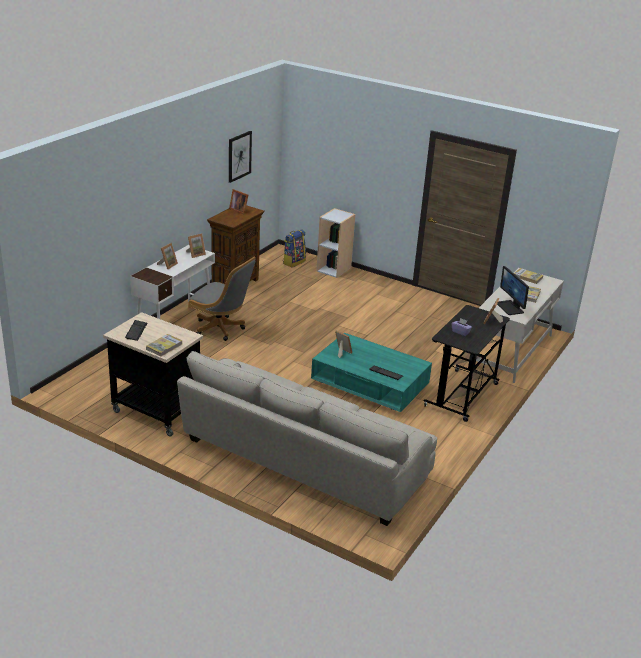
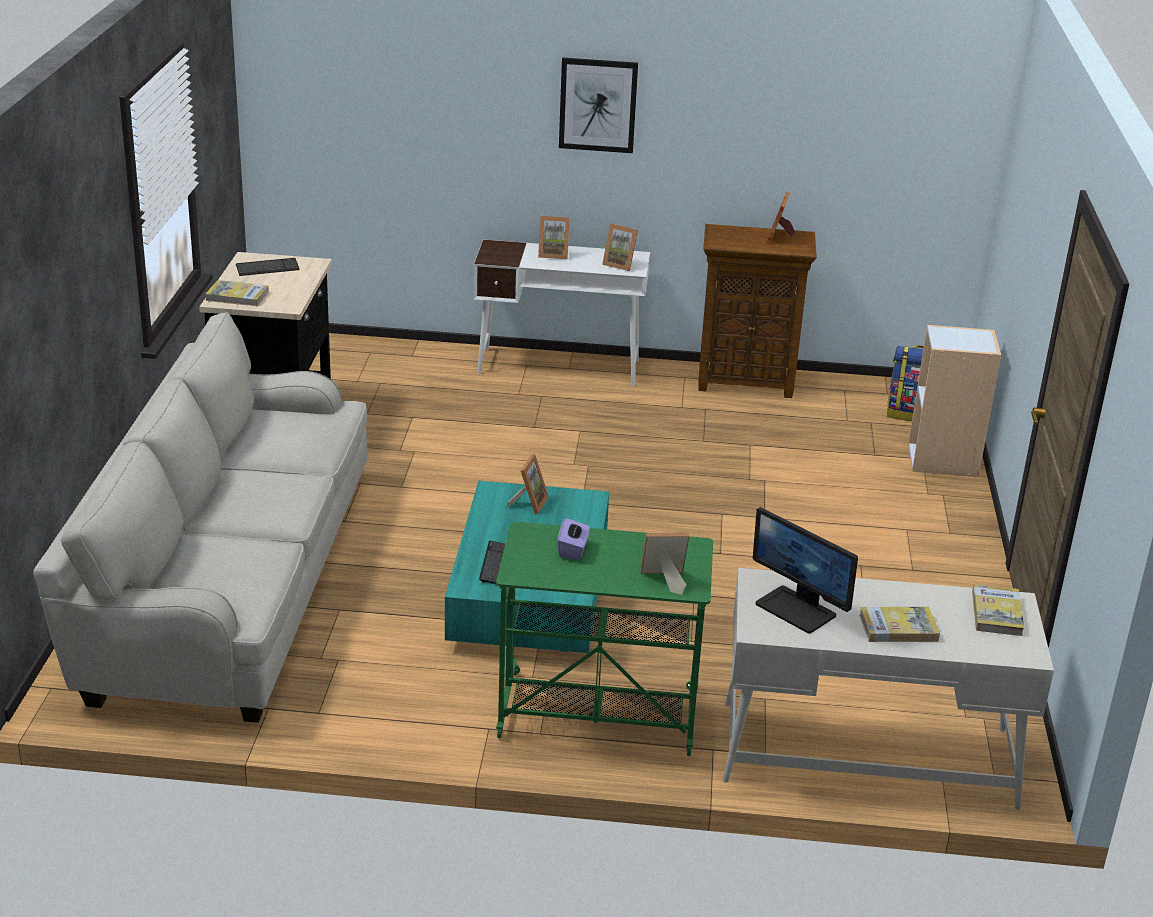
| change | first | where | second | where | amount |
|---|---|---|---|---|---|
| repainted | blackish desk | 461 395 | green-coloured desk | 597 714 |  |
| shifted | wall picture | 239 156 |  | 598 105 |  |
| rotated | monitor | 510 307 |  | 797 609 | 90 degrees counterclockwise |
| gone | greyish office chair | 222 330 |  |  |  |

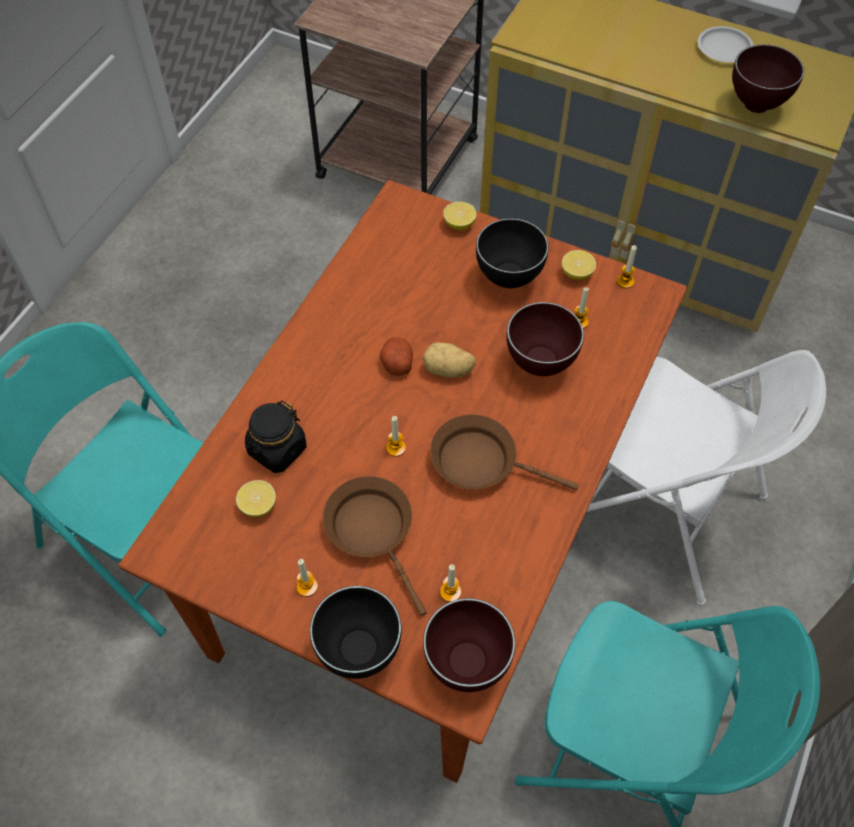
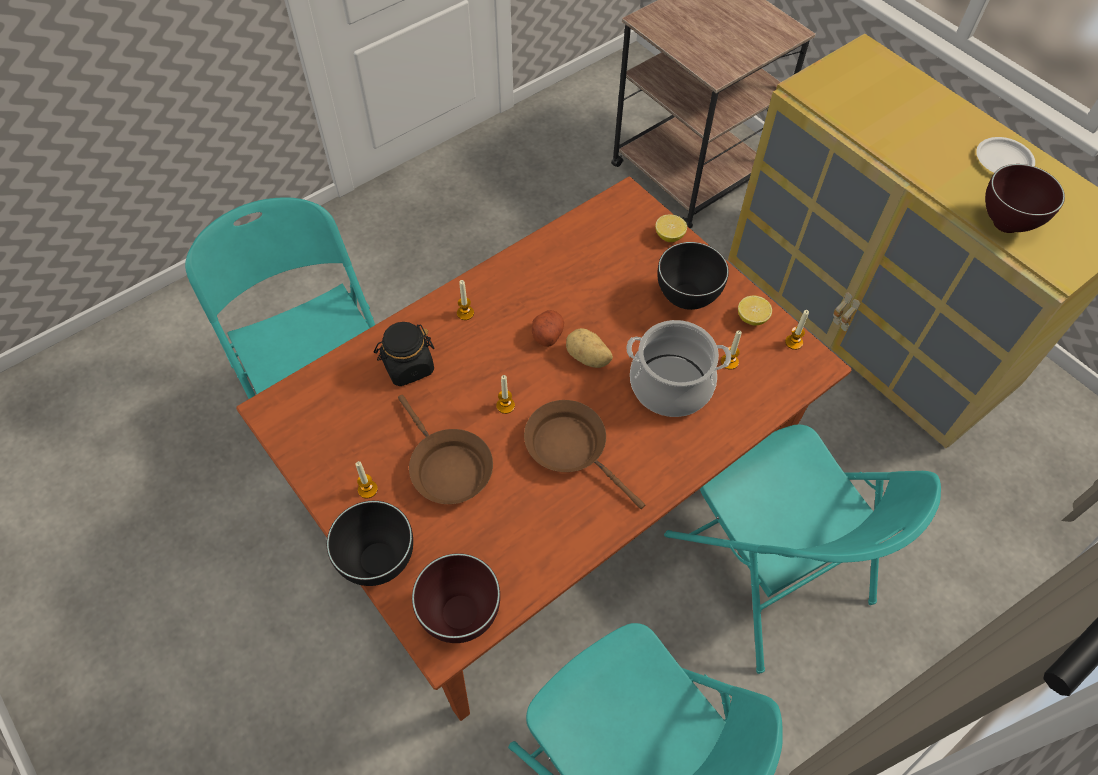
| change | first | where | second | where | amount |
|---|---|---|---|---|---|
| rotated | brown skillet | 373 531 |  | 447 467 | 150 degrees clockwise |
| shifted | candle | 450 592 |  | 465 313 |  |
| swapped | brown serving bowl | 539 365 | saucepot | 670 385 |  |
| repainted | white-coloured chair | 660 507 | turquoise-coloured chair | 767 568 |  |
| gone | lemon | 258 506 |  |  |  |

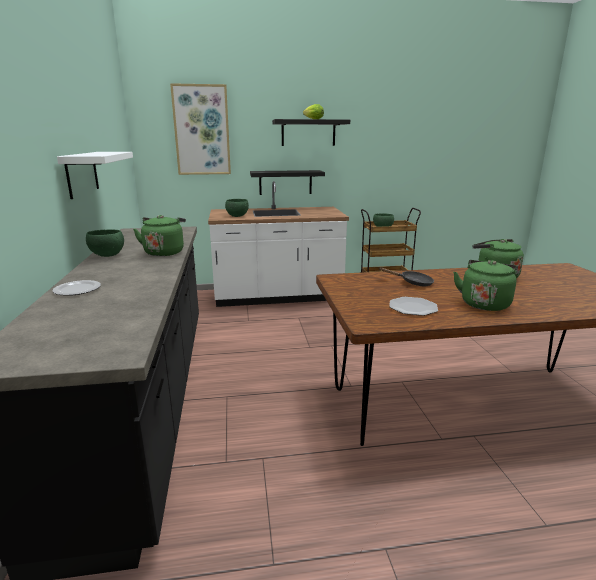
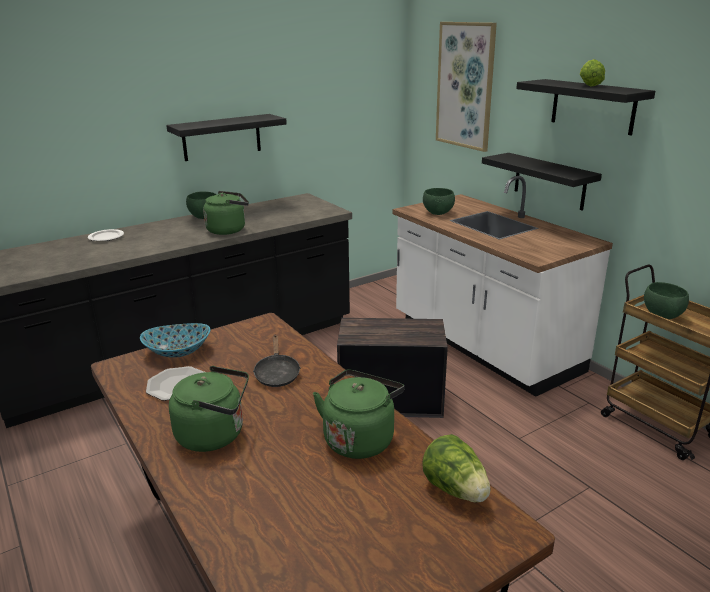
| change | first | where | second | where | amount |
|---|---|---|---|---|---|
| new |  |  | serving bowl | 178 352 |  |
| repainted | white-coloured wall shelf | 82 173 | blackish wall shelf | 222 137 |  |
| new |  |  | crate | 392 399 |  |
| new |  |  | lettuce | 455 490 |  |

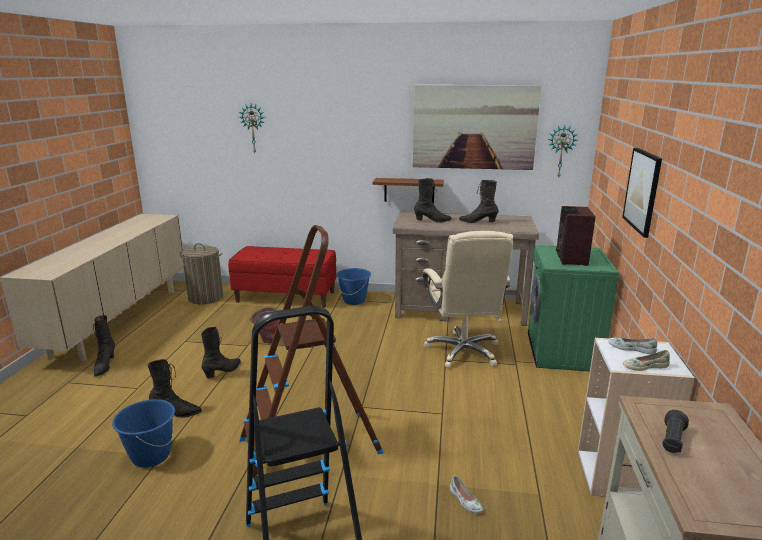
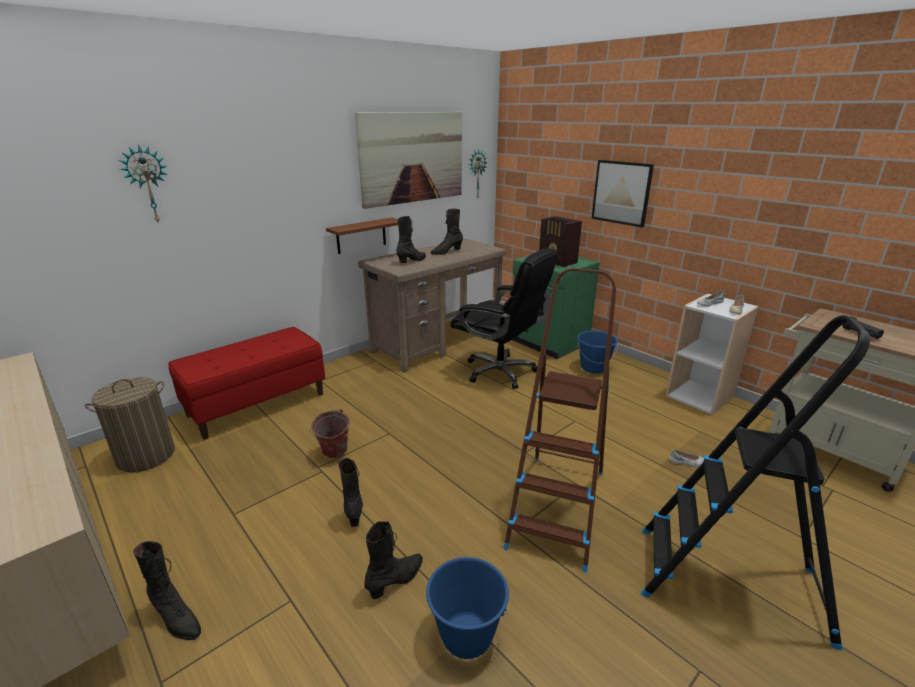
| change | first | where | second | where | amount |
|---|---|---|---|---|---|
| repainted | sand-coloured office chair | 462 350 | blackish office chair | 498 371 |  |
| shifted | bluish water bucket | 354 300 |  | 593 368 |  |

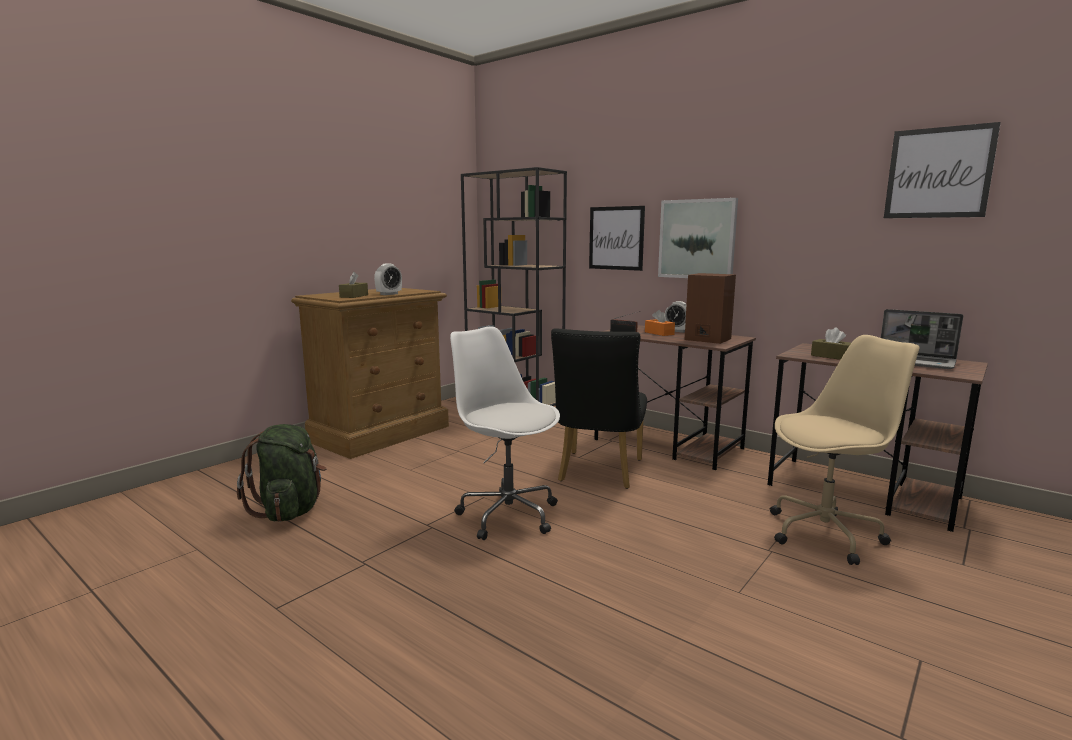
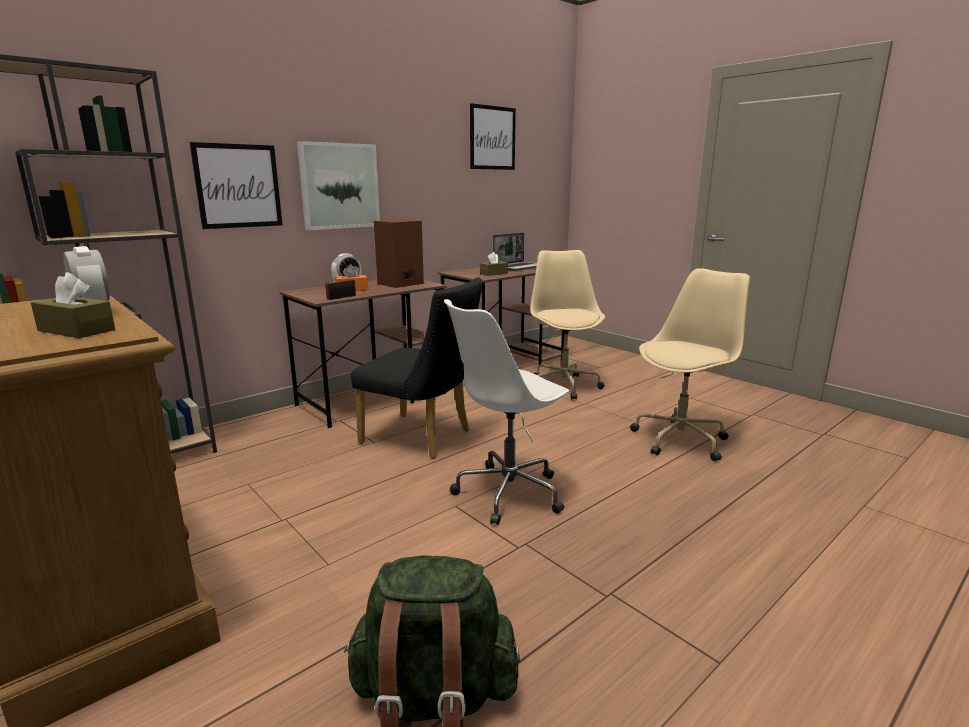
| change | first | where | second | where | amount |
|---|---|---|---|---|---|
| new |  |  | sand-coloured office chair | 680 440 |  |

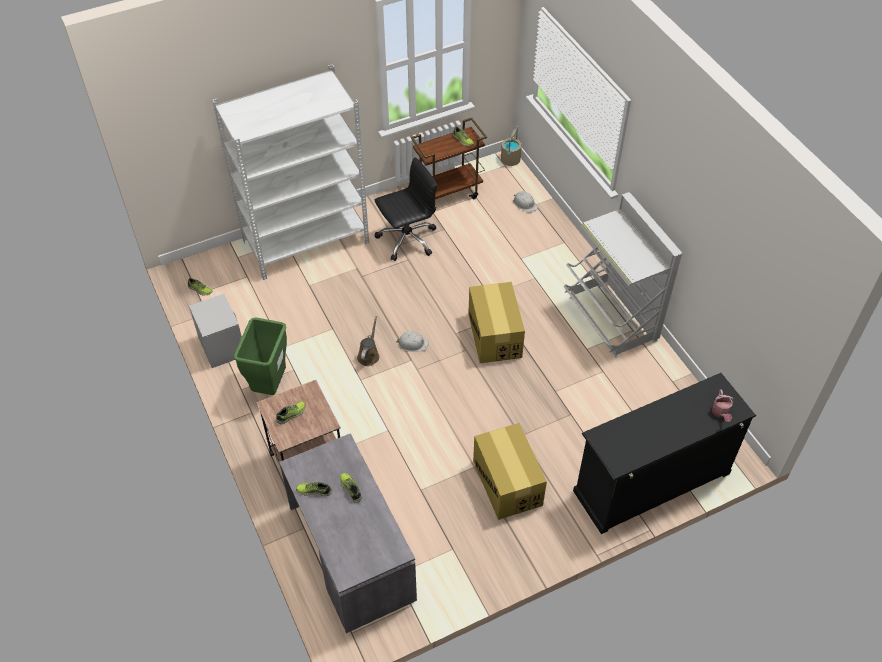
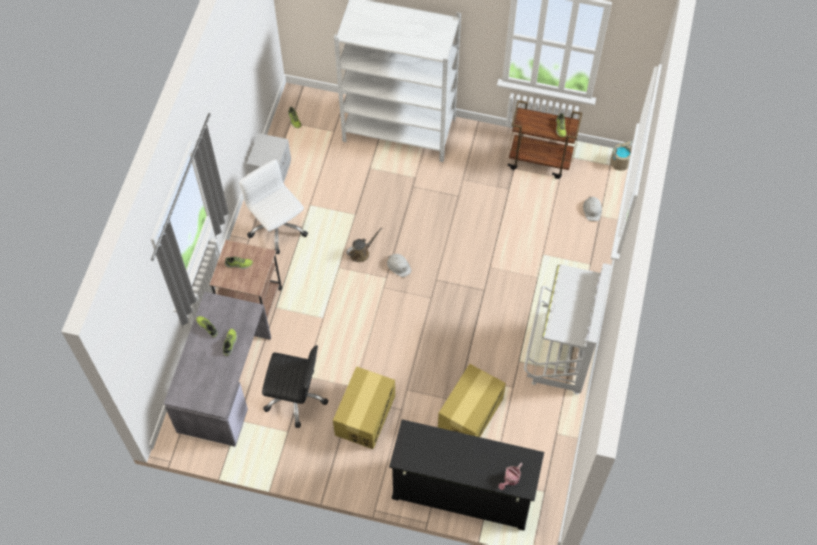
| change | first | where | second | where | amount |
|---|---|---|---|---|---|
| swapped | green-coloured trash can | 270 385 | white-coloured office chair | 277 227 |  |
| shifted | blackish office chair | 407 239 |  | 295 397 |  |
| shifted | packing box | 494 335 |  | 470 413 |  |

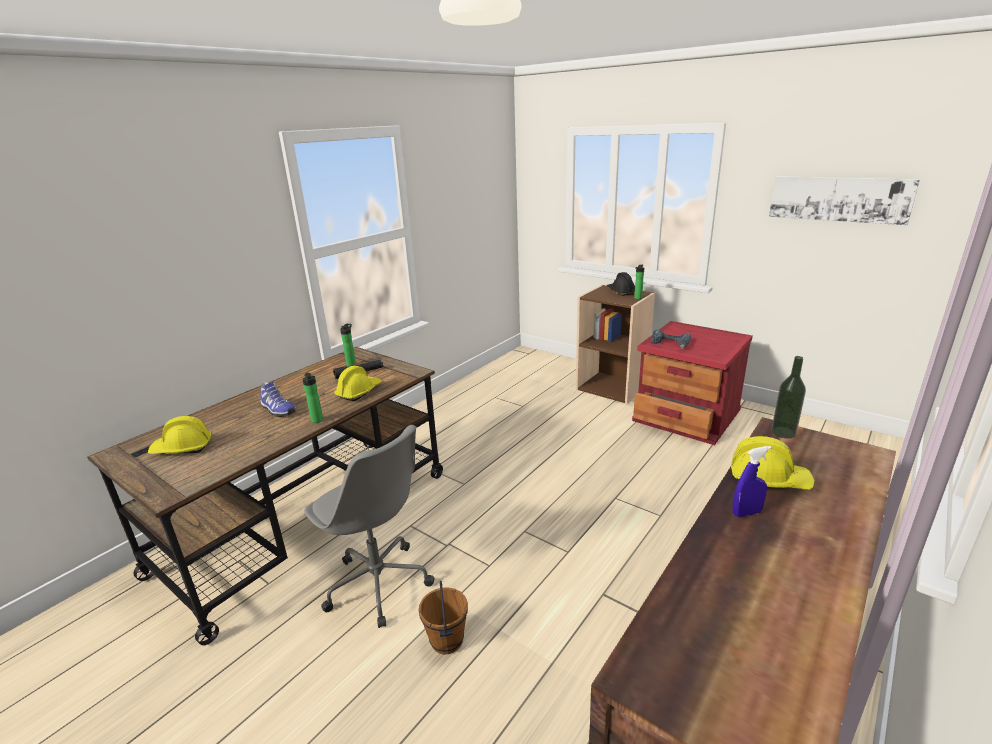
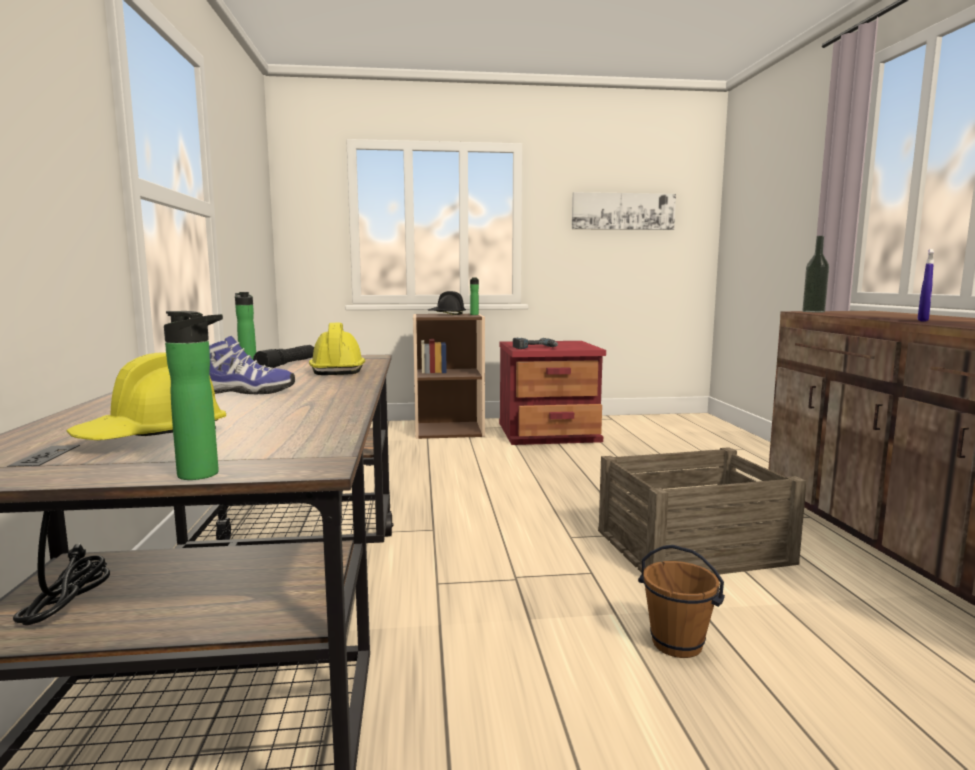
| change | first | where | second | where | amount |
|---|---|---|---|---|---|
| shifted | drink bottle | 317 421 |  | 203 475 |  |
| new |  |  | crate | 693 547 |  |
| gone | greyish office chair | 380 585 |  |  |  |
| gone | yellowish work helmet | 768 479 |  |  |  |

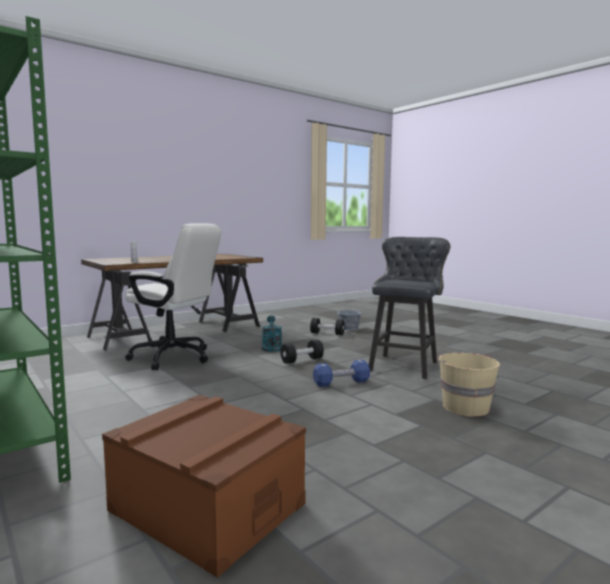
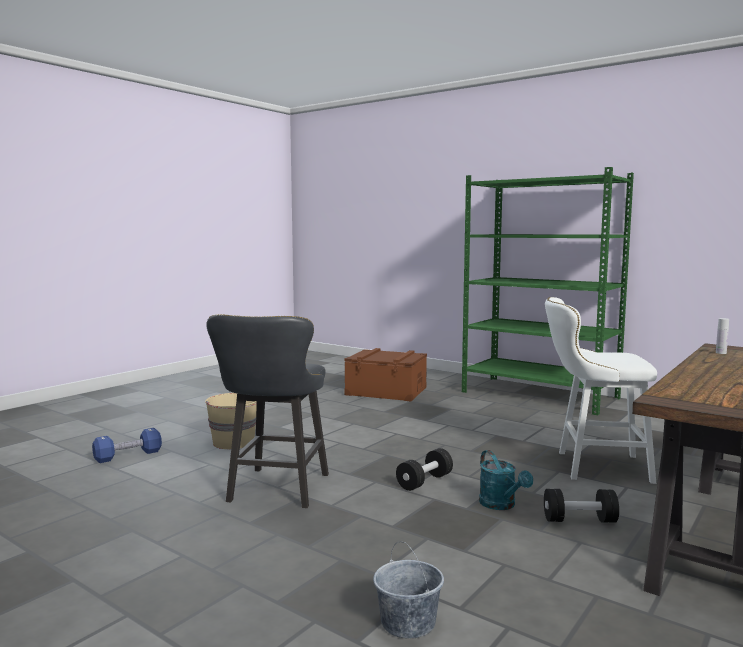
| change | first | where | second | where | amount |
|---|---|---|---|---|---|
| shifted | bluish free weight | 341 383 |  | 128 456 |  |
| shifted | blackish free weight | 327 333 |  | 579 520 |  |
| swapped | white-coloured office chair | 175 358 | white-coloured sitting stool | 591 466 |  |

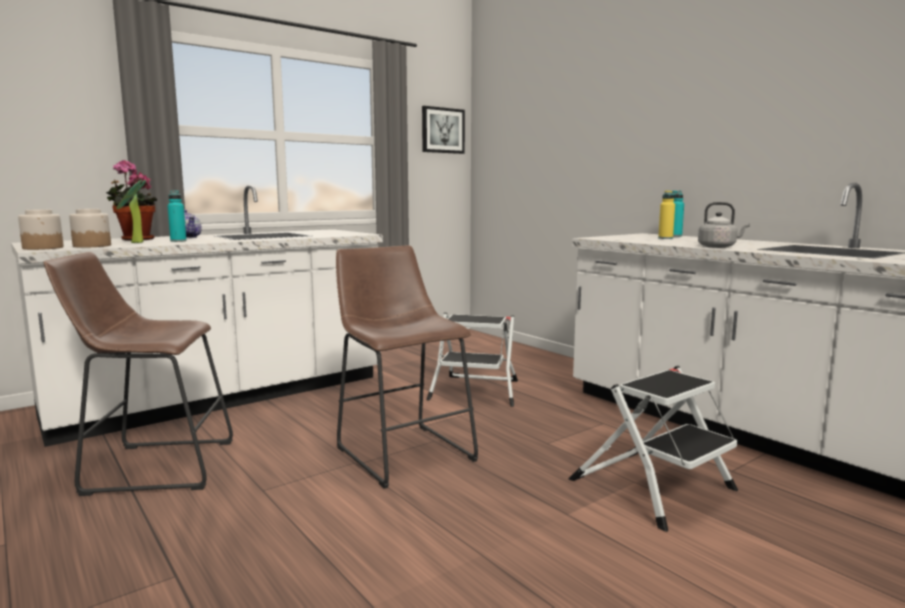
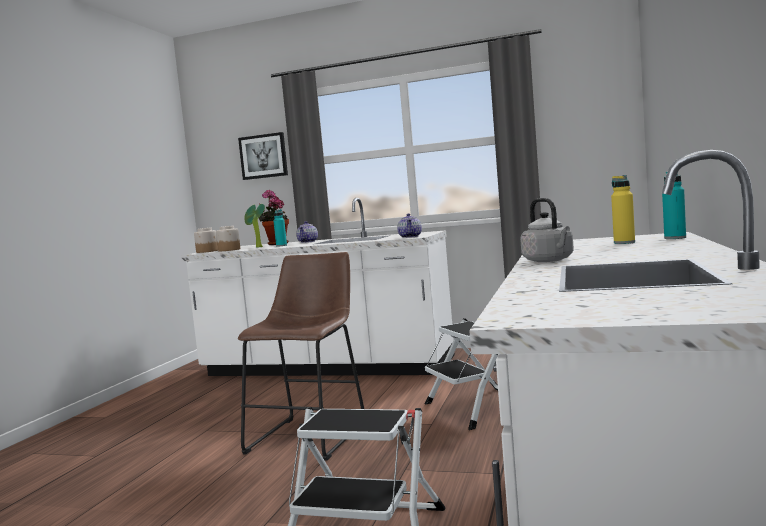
| change | first | where | second | where | amount |
|---|---|---|---|---|---|
| shifted | wall picture | 442 130 |  | 263 156 |  |
| new |  |  | pot for tea | 410 237 |  |
| gone | brown sitting stool | 152 466 |  |  |  |

